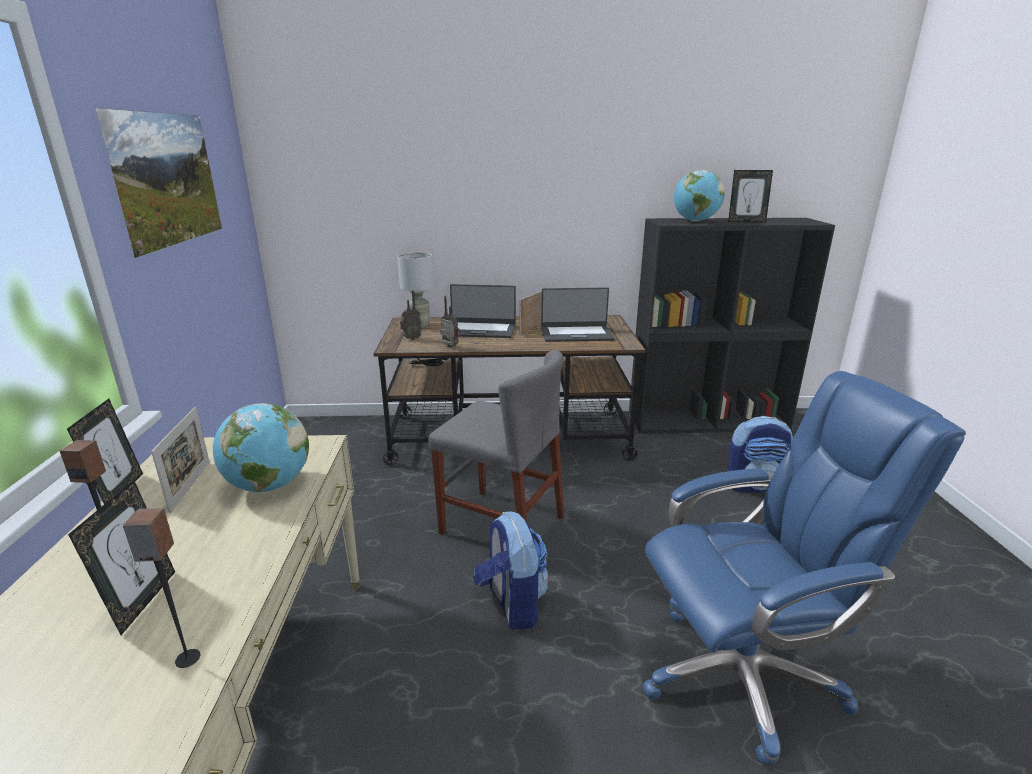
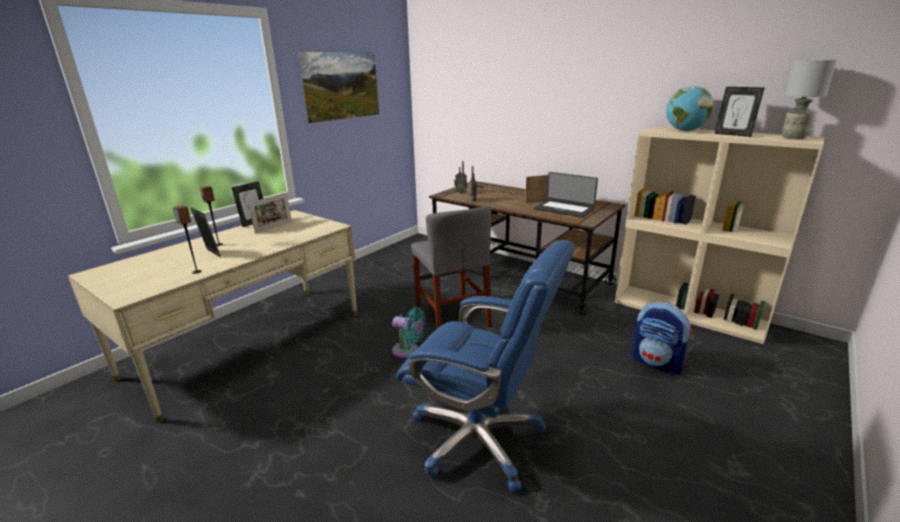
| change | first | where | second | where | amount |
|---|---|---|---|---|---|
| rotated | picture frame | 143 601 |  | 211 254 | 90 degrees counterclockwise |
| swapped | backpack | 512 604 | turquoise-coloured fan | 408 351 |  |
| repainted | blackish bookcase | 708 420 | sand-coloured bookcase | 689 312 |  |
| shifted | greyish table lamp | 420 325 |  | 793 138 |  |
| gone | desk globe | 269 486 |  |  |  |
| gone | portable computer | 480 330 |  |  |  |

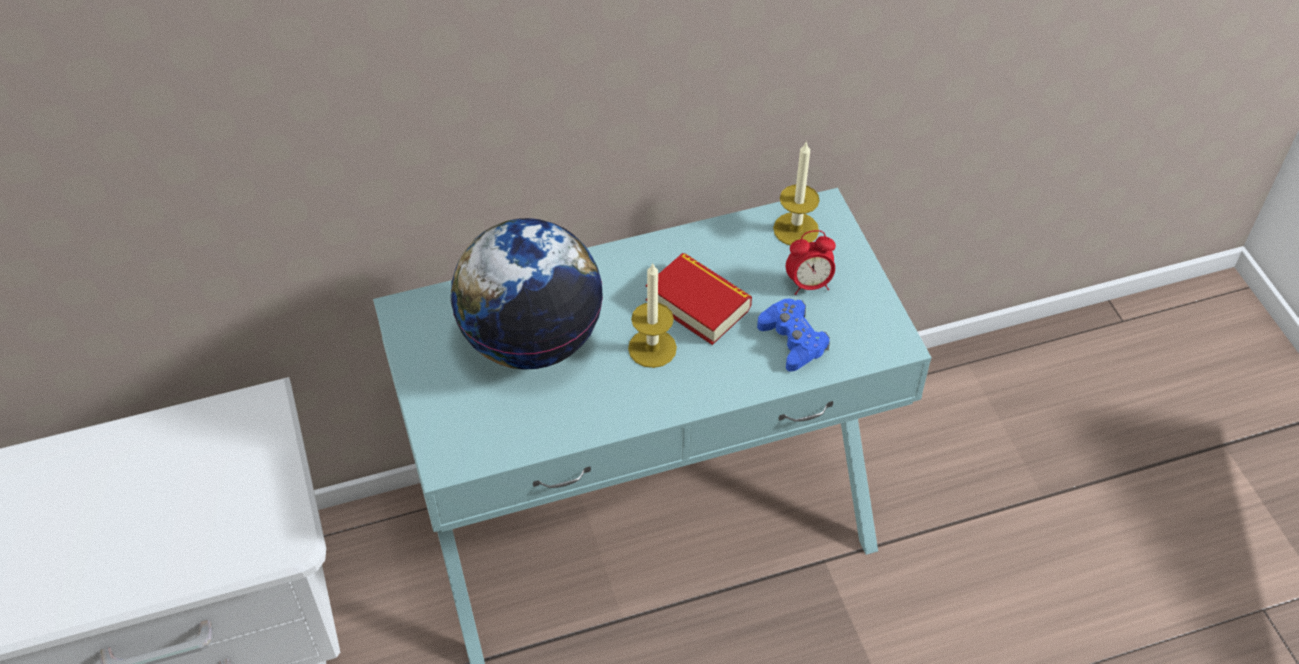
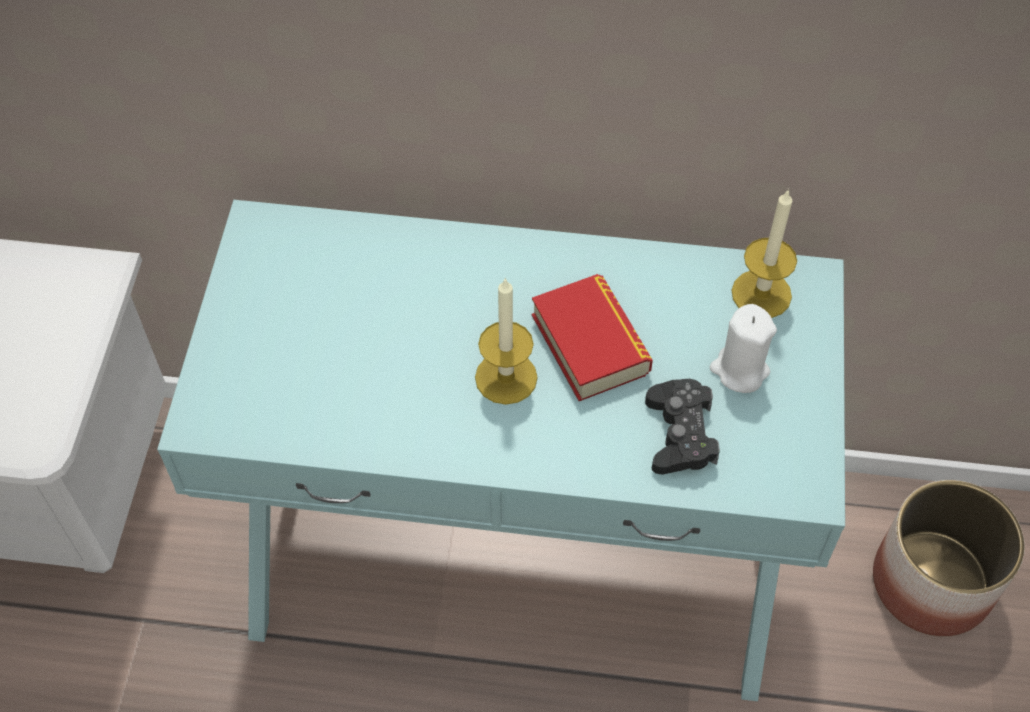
| change | first | where | second | where | amount |
|---|---|---|---|---|---|
| repainted | bluish joypad | 793 340 | blackish joypad | 680 434 |  |
| swapped | alarm clock | 809 284 | white-coloured candle | 739 370 |  |
| new |  |  | planter | 932 581 |  |
| gone | desk globe | 531 339 |  |  |  |

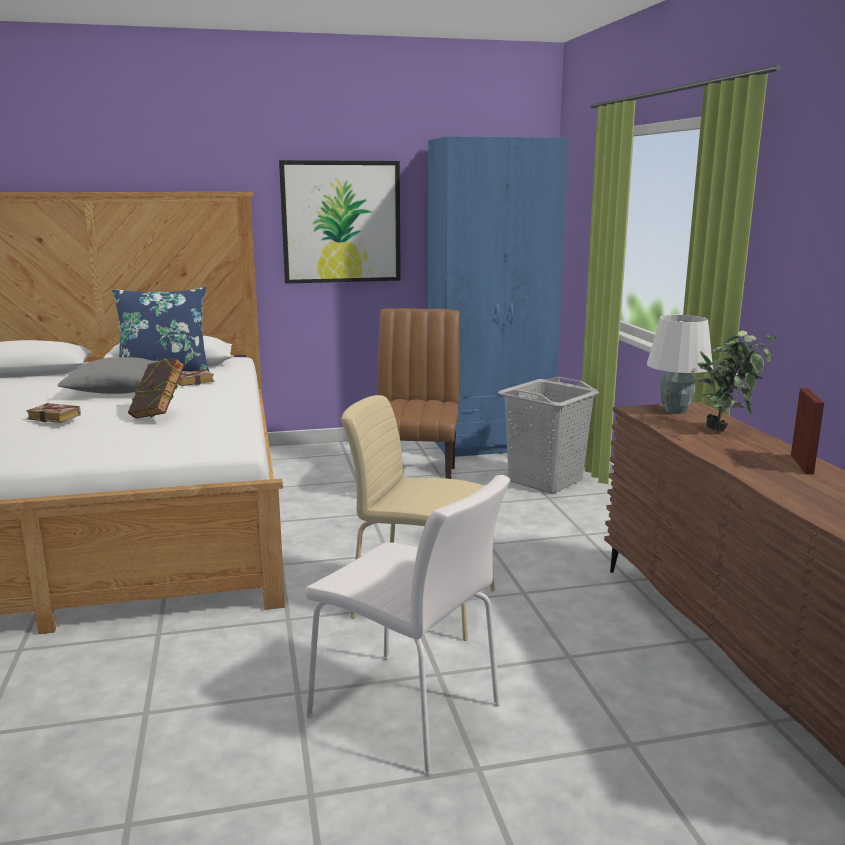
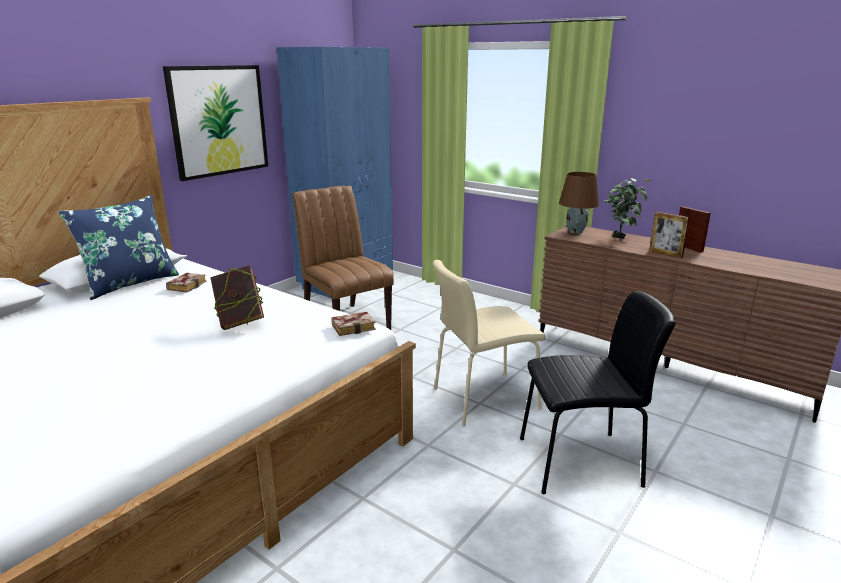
| change | first | where | second | where | amount |
|---|---|---|---|---|---|
| shifted | volume | 57 417 |  | 354 327 |  |
| repainted | white-coloured chair | 410 712 | blackish chair | 583 461 |  |
| repainted | white-coloured table lamp | 675 411 | brown table lamp | 576 232 |  |
| new |  |  | picture frame | 665 254 |  |
| gone | greyish pillow | 116 391 |  |  |  |
| gone | greyish washing basket | 545 480 |  |  |  |

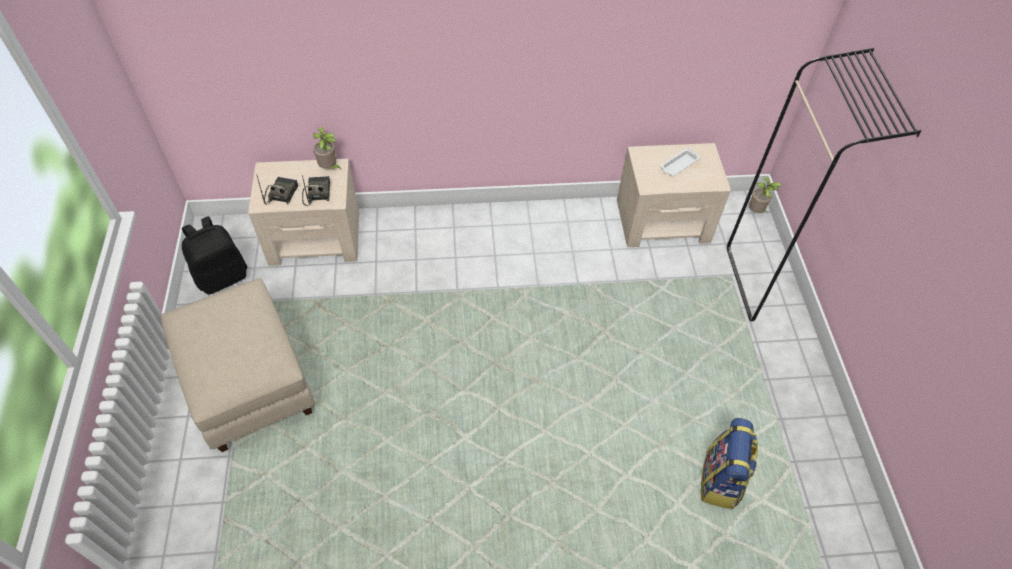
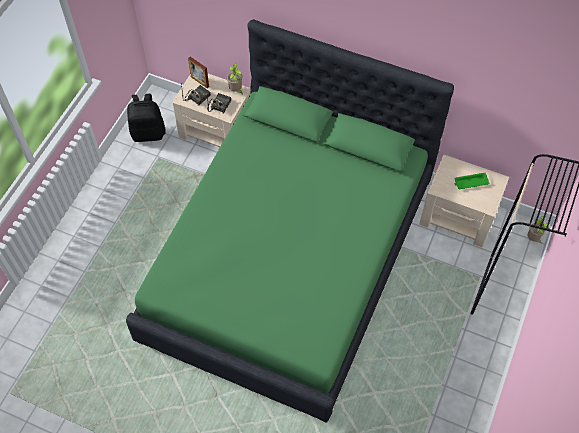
| change | first | where | second | where | amount |
|---|---|---|---|---|---|
| new |  |  | green-coloured bedroom bed | 290 260 |  |
| new |  |  | picture frame | 200 81 |  |
| repainted | white-coloured tray | 679 165 | green-coloured tray | 470 182 |  |
| gone | sand-coloured footrest | 251 384 |  |  |  |
| gone | backpack | 721 481 |  |  |  |

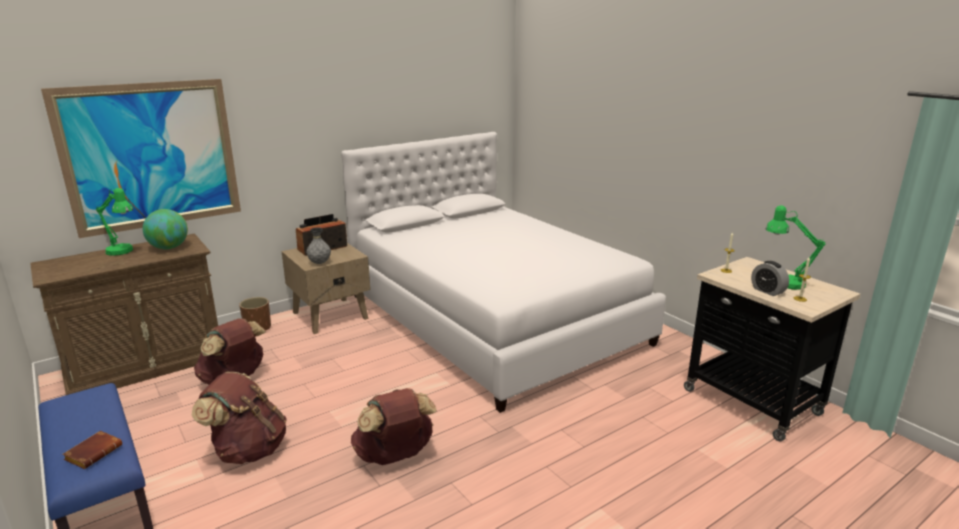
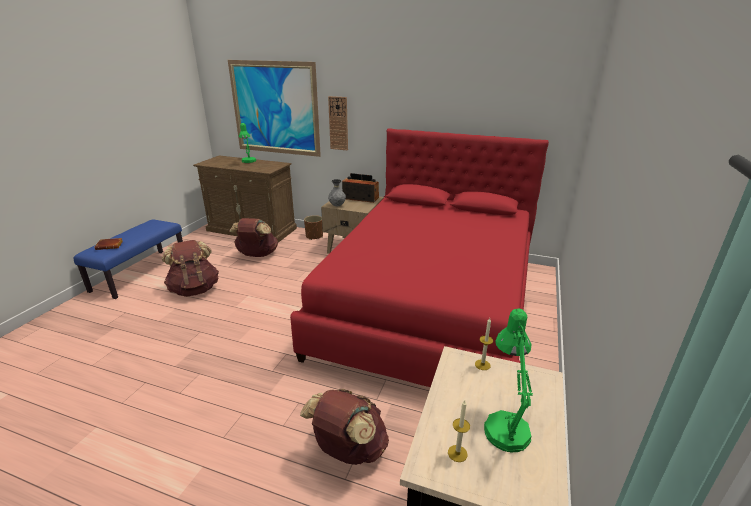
| change | first | where | second | where | amount |
|---|---|---|---|---|---|
| repainted | white-coloured bedroom bed | 493 318 | red-coloured bedroom bed | 430 304 |  |
| shifted | brown backpack | 395 456 |  | 348 450 |  |
| new |  |  | clock on the wall | 338 123 |  |
| gone | desk globe | 169 248 |  |  |  |
| gone | alarm clock | 767 291 |  |  |  |

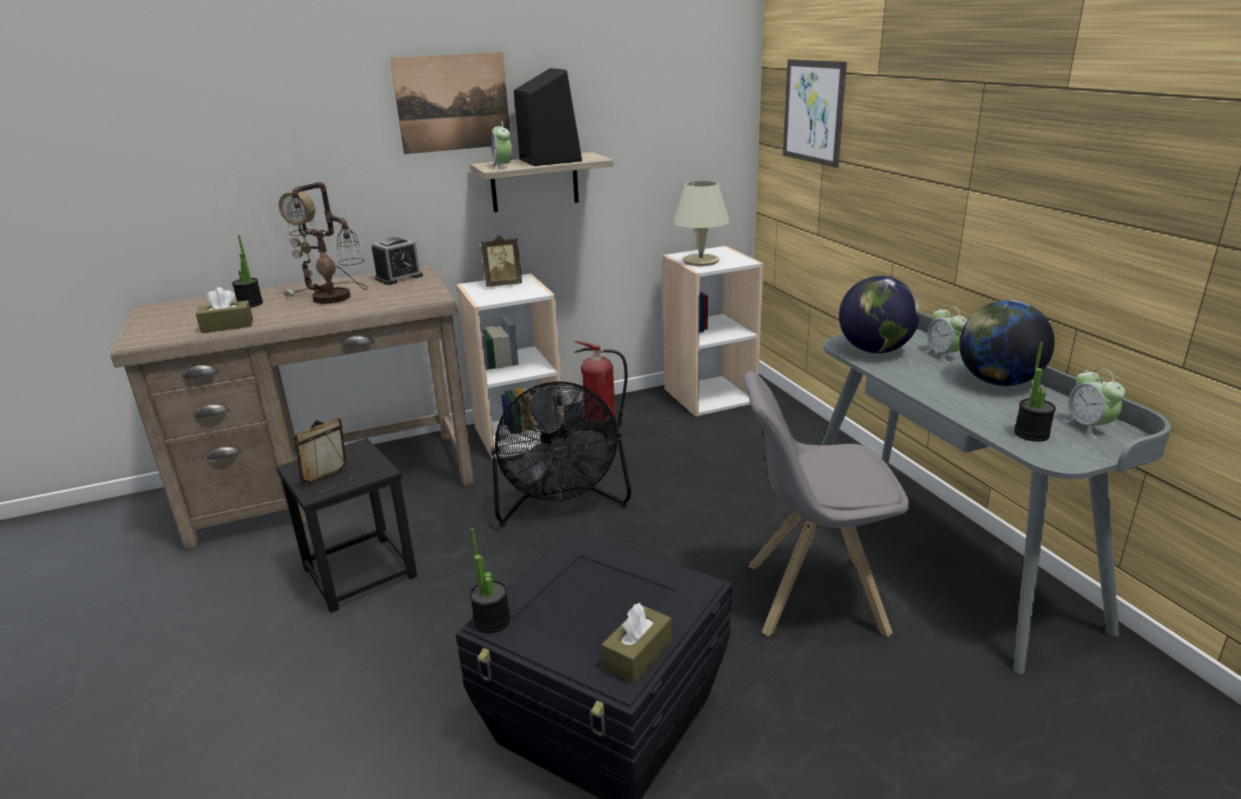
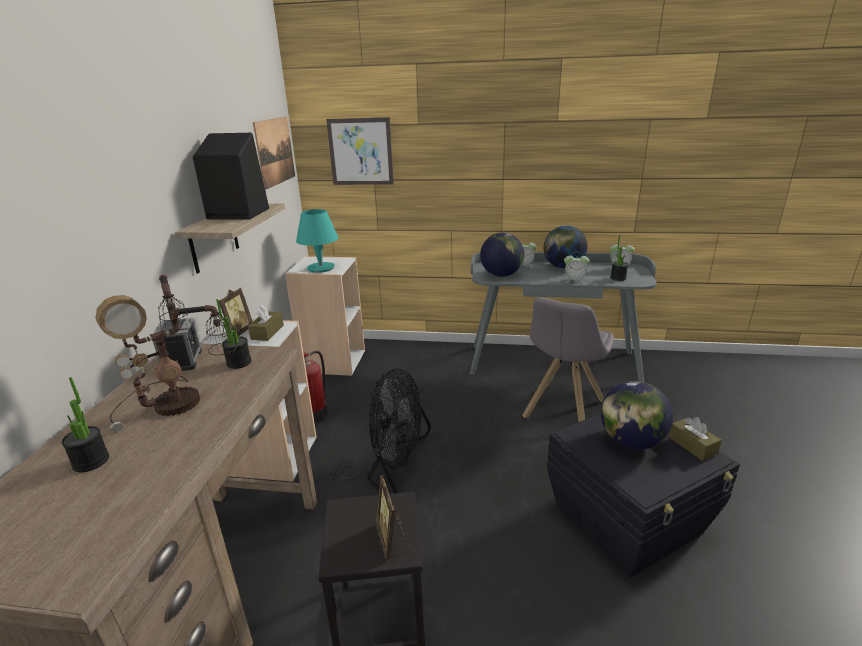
| change | first | where | second | where | amount |
|---|---|---|---|---|---|
| shifted | plant in a pot | 492 621 |  | 239 363 |  |
| shifted | brown tissue holder | 227 326 |  | 267 332 |  |
| shifted | wall picture | 453 103 |  | 275 151 |  |
| repainted | sand-coloured table lamp | 701 261 | turquoise-coloured table lamp | 321 268 |  |
| shifted | alarm clock | 503 167 |  | 574 281 |  |
| new |  |  | desk globe | 631 441 |  |

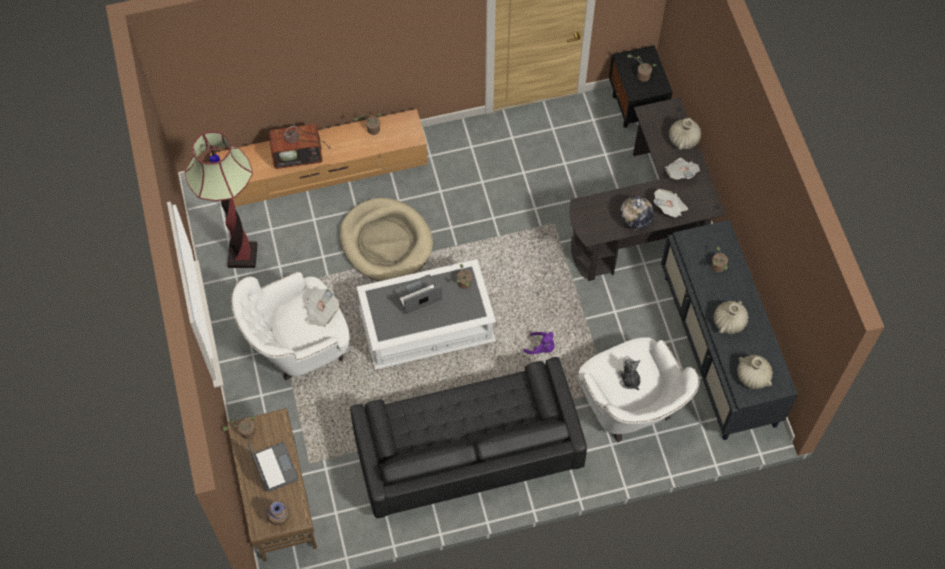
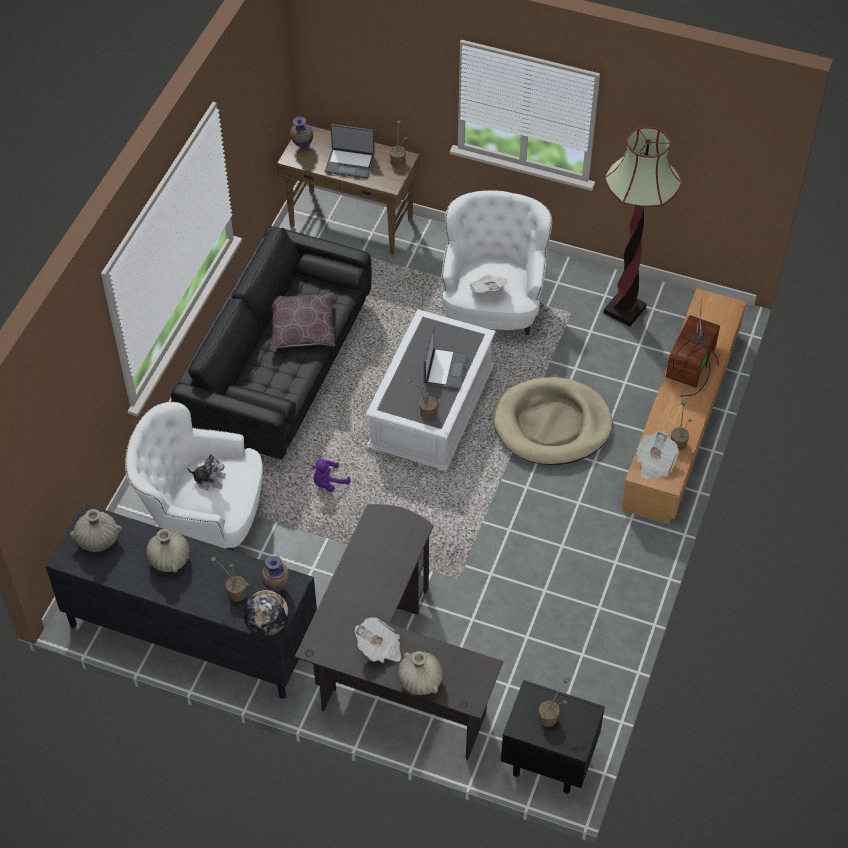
| change | first | where | second | where | amount |
|---|---|---|---|---|---|
| shifted | desk globe | 635 221 |  | 267 624 |  |
| new |  |  | flower vase | 276 586 |  |
| new |  |  | brown pillow | 302 328 |  |
| shifted | printed paper | 669 208 |  | 654 463 |  |

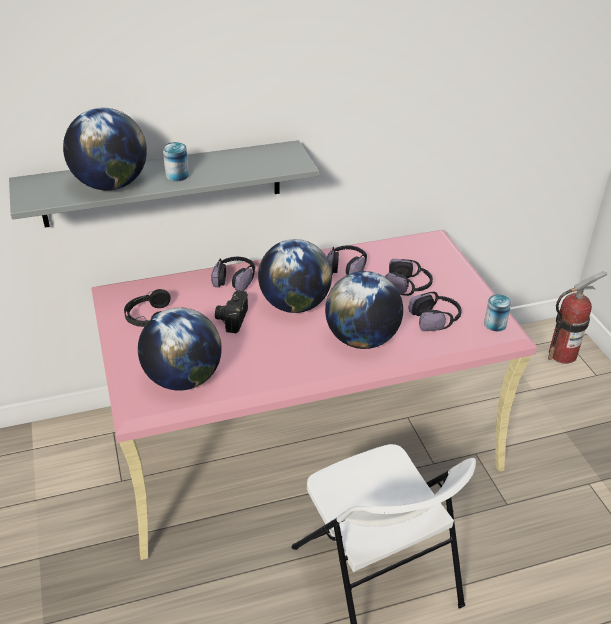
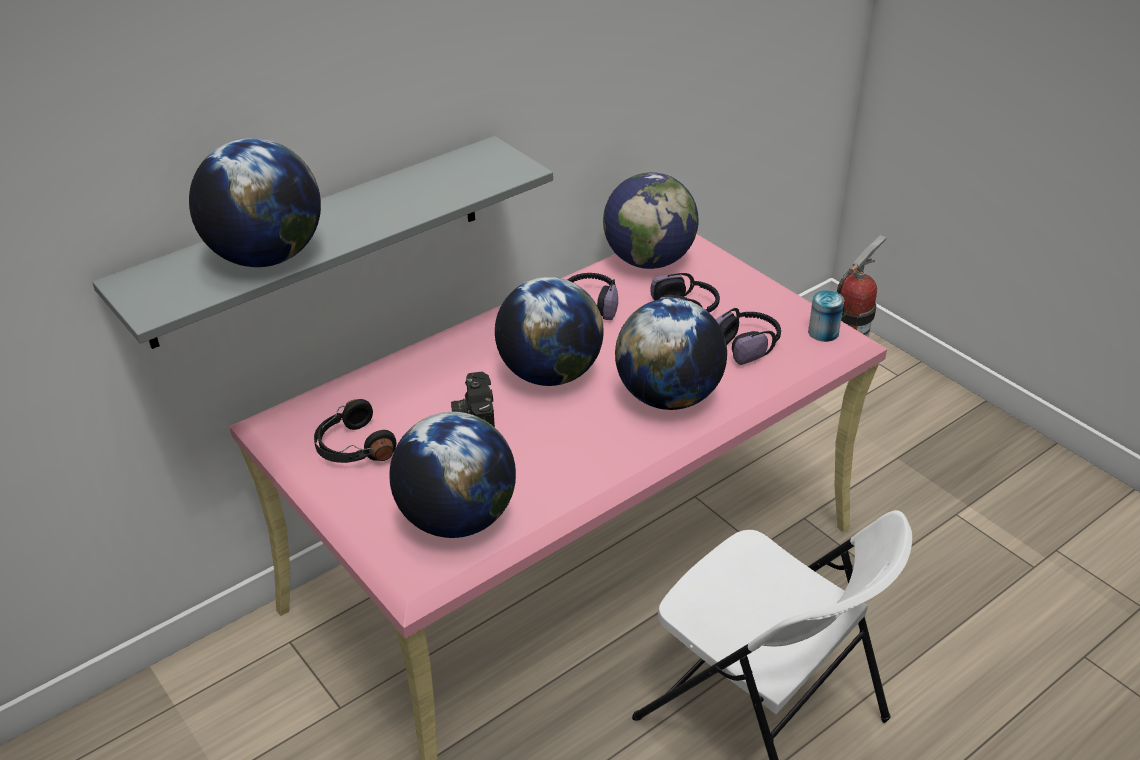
| change | first | where | second | where | amount |
|---|---|---|---|---|---|
| new |  |  | desk globe | 649 261 |  |
| gone | can | 177 175 |  |  |  |
| gone | headset | 235 279 |  |  |  |

